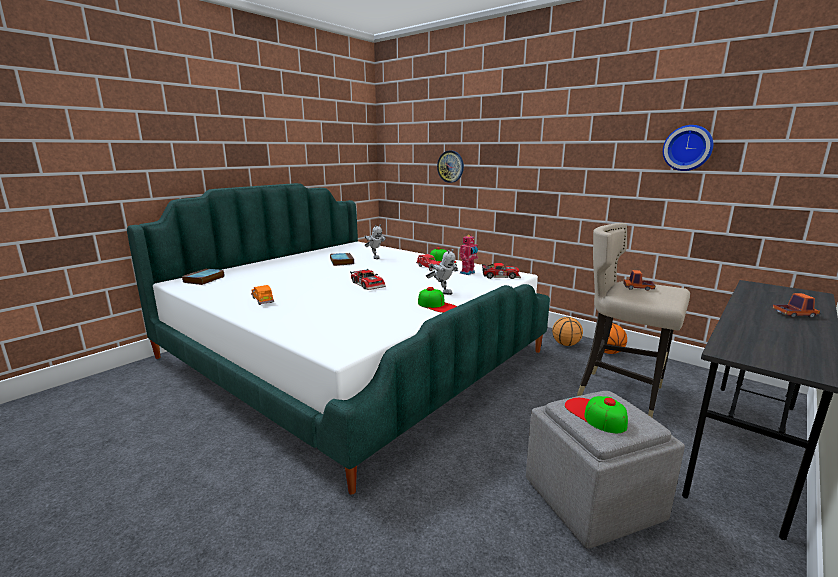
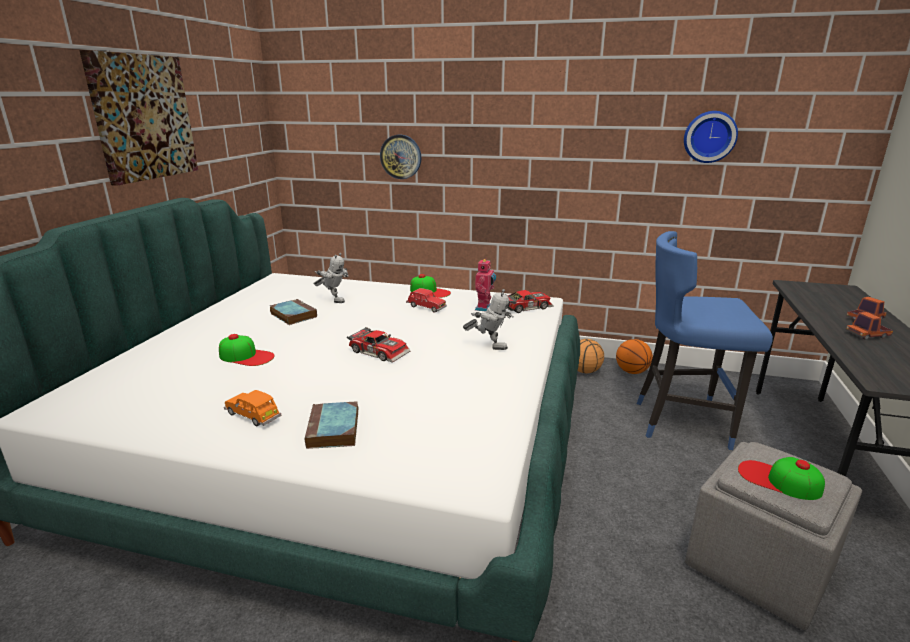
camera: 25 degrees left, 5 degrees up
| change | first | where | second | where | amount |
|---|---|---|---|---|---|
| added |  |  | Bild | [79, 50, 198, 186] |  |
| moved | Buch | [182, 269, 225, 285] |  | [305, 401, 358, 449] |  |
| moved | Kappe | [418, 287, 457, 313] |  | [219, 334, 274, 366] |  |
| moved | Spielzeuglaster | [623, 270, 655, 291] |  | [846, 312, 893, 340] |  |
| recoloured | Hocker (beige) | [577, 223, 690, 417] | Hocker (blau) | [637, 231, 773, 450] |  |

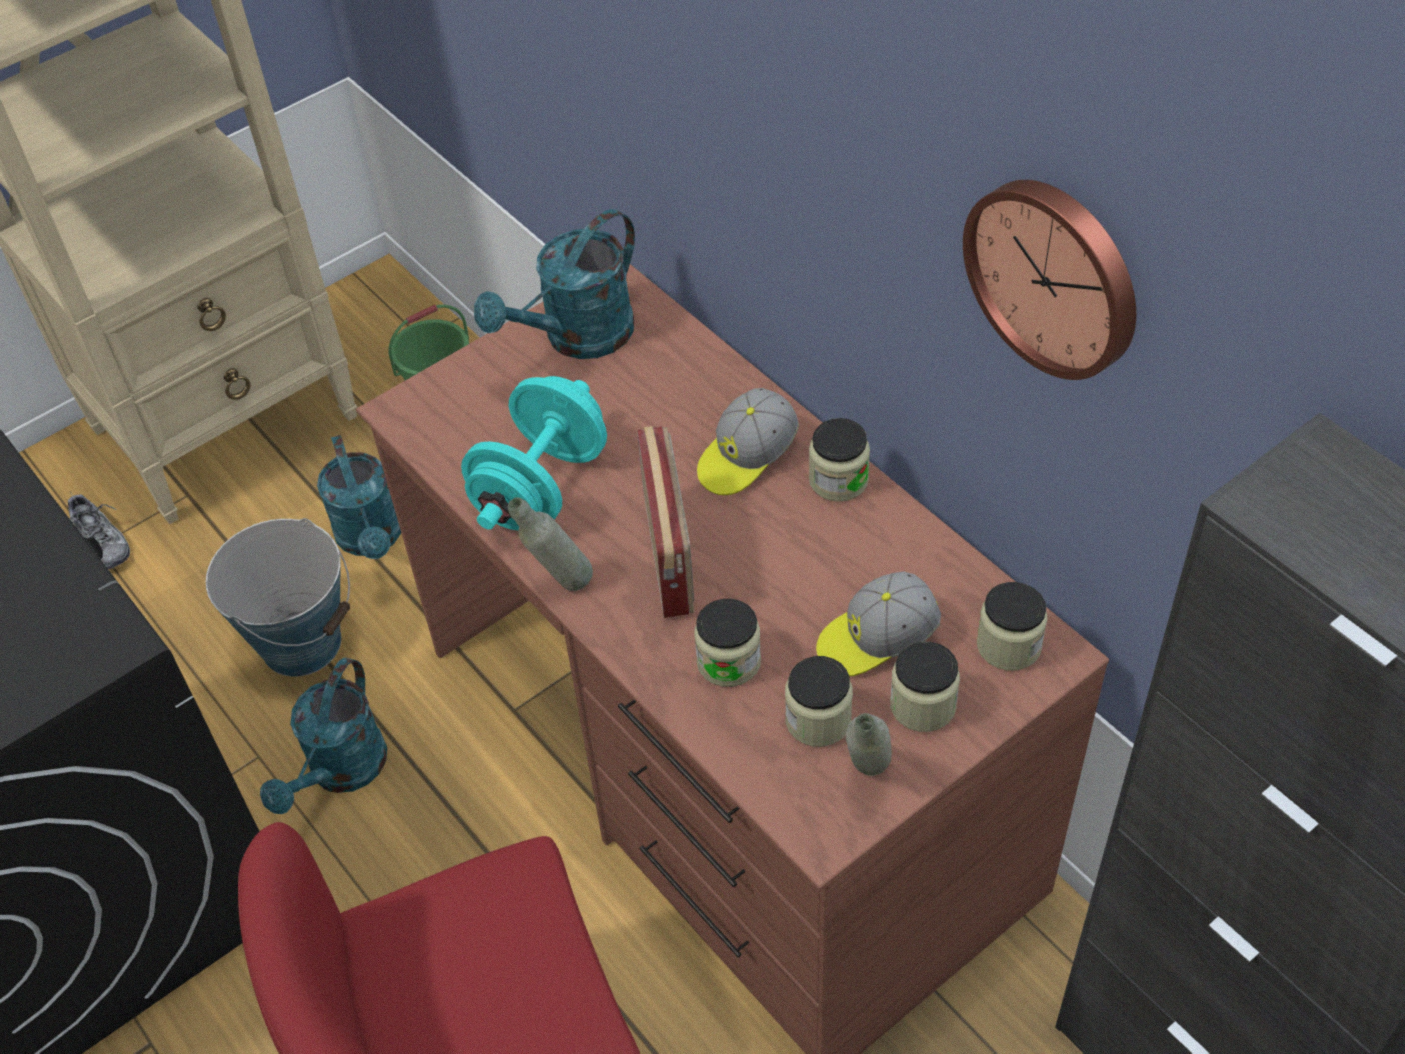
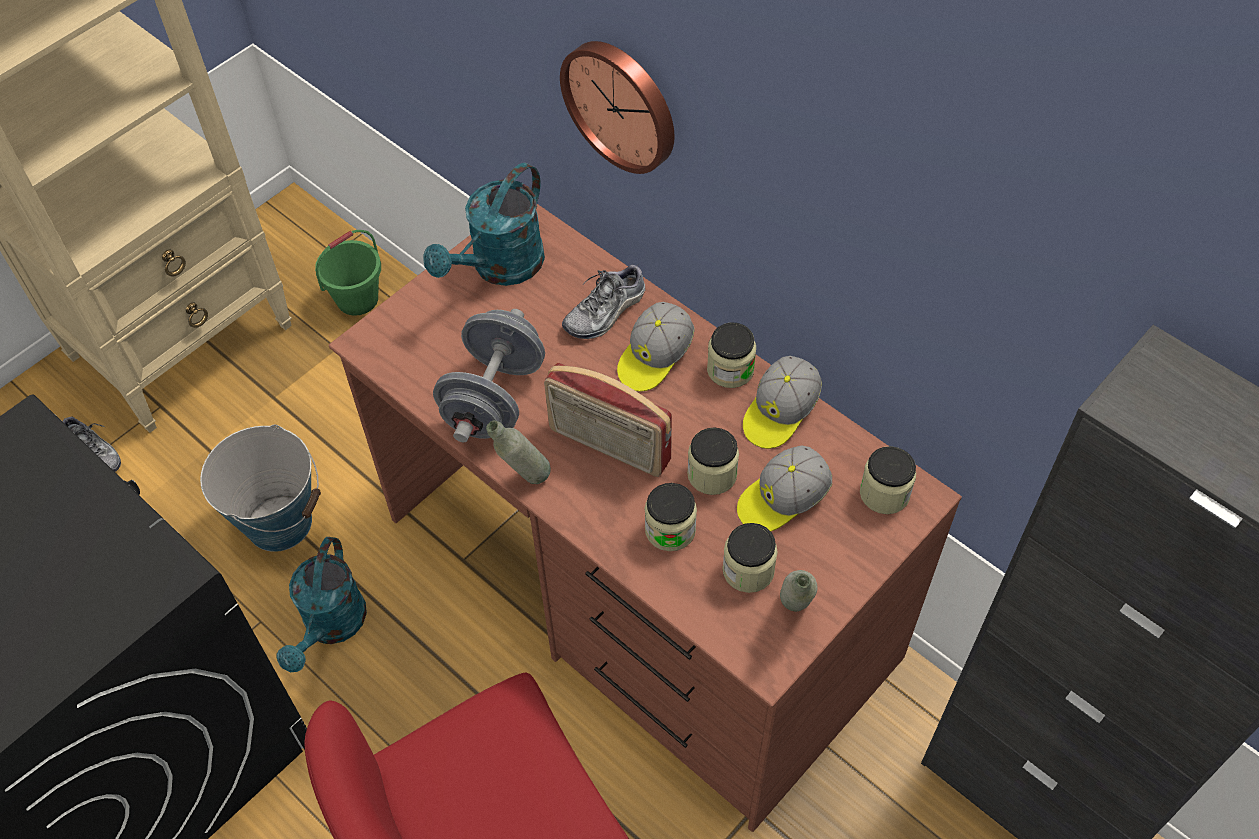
camera: 10 degrees left, 5 degrees up
| change | first | where | second | where | amount |
|---|---|---|---|---|---|
| removed | Gießkanne (türkis) | [317, 435, 401, 559] |  |  |  |
| added |  |  | Schuh | [562, 263, 645, 339] |  |
| added |  |  | Kappe | [743, 356, 822, 449] |  |
| moved | Vorratsglas | [890, 642, 960, 732] |  | [687, 427, 739, 495] |  |
| moved | Wanduhr | [963, 180, 1136, 380] |  | [560, 41, 674, 174] |  |
| recoloured | Hantel (türkis) | [461, 376, 607, 530] | Hantel (grau) | [433, 309, 545, 442] |  |
| turned | Radio | [637, 426, 694, 618] |  | [544, 363, 672, 477] | 135 degrees clockwise |

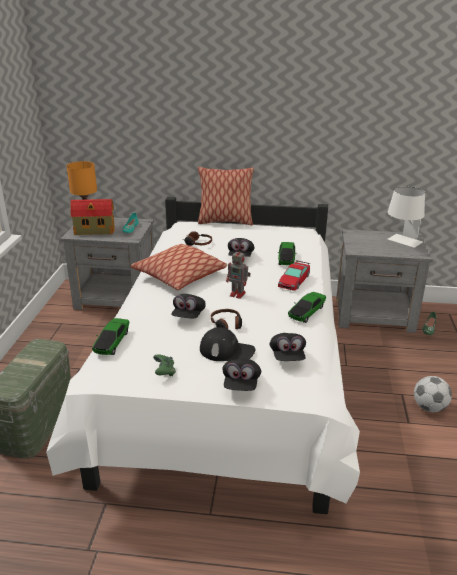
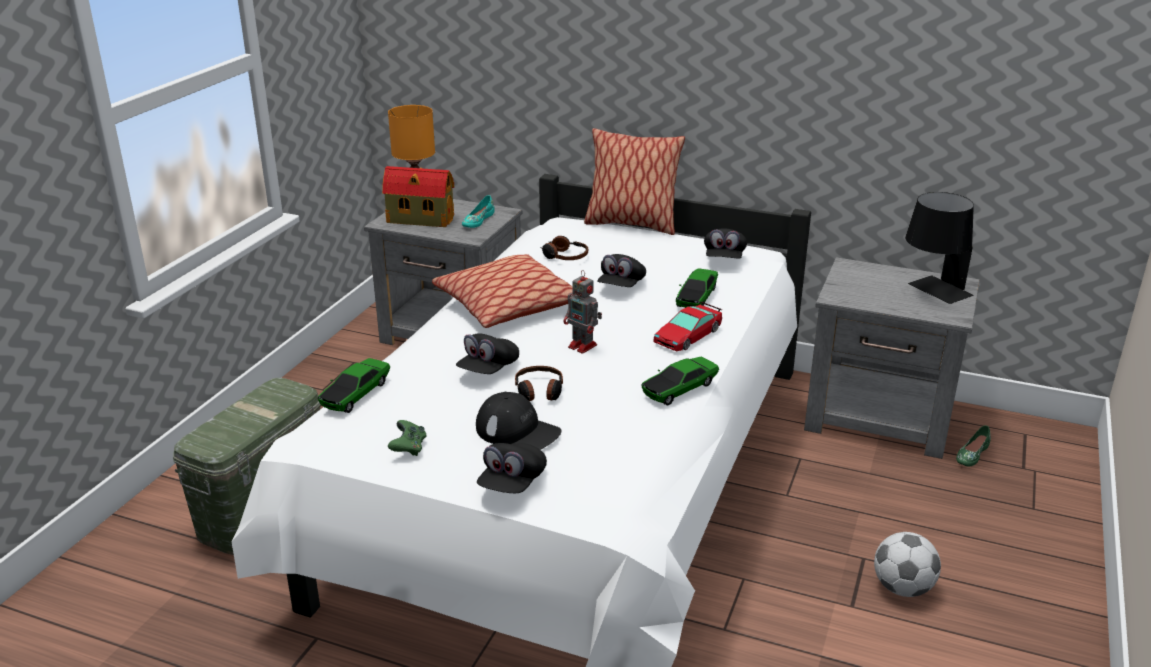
camera: 15 degrees right, 0 degrees up
| change | first | where | second | where | amount |
|---|---|---|---|---|---|
| moved | Kappe (schwarz) | [269, 333, 306, 361] |  | [704, 228, 747, 259] |  |
| recoloured | Tischlampe (weiß) | [388, 187, 425, 248] | Tischlampe (schwarz) | [905, 192, 974, 304] |  |

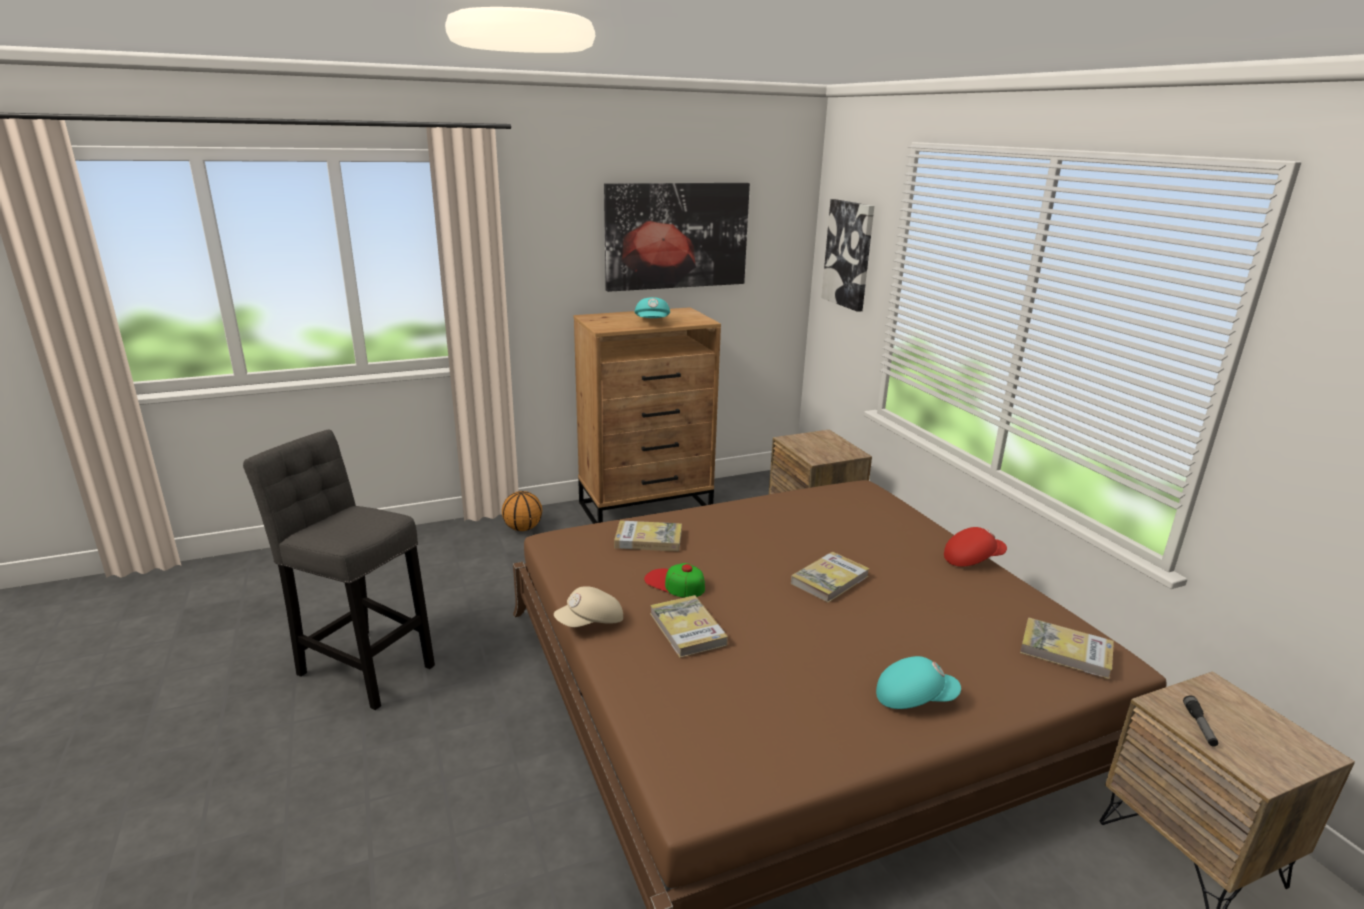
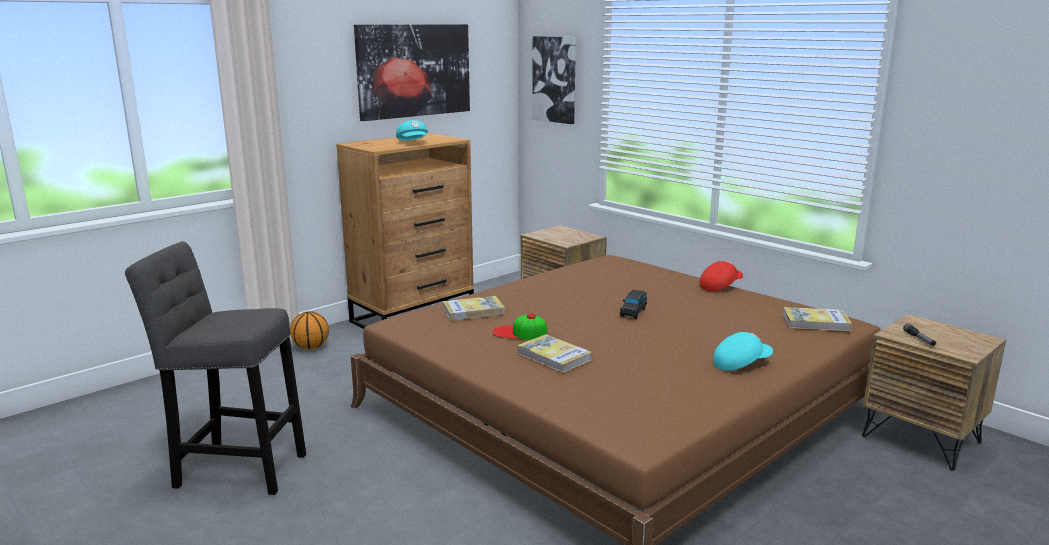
camera: 20 degrees left, 5 degrees down
| change | first | where | second | where | amount |
|---|---|---|---|---|---|
| removed | Kappe (beige) | [554, 586, 623, 627] |  |  |  |
| replaced | Buch | [791, 552, 870, 603] | Spielzeugauto (schwarz) | [620, 290, 647, 319] |  |

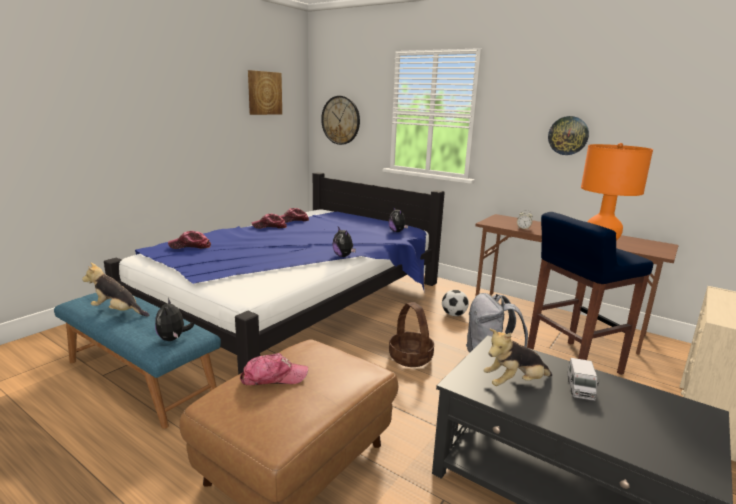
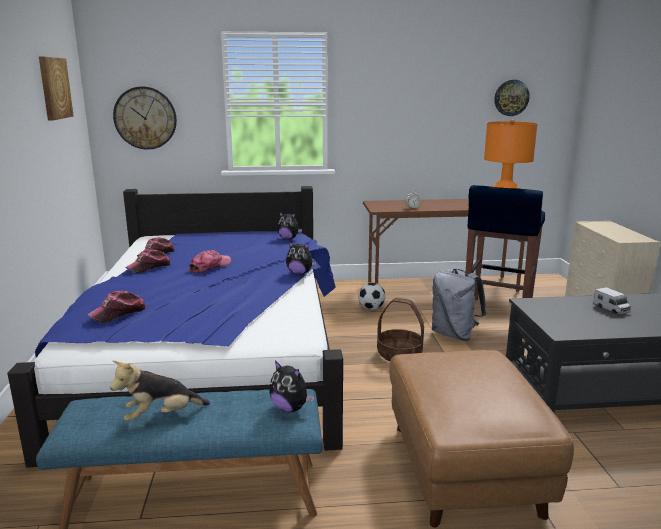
camera: 40 degrees left, 0 degrees up
| change | first | where | second | where | amount |
|---|---|---|---|---|---|
| removed | Plüschtier | [484, 329, 552, 386] |  |  |  |
| moved | Kappe | [240, 353, 308, 385] |  | [189, 250, 231, 273] |  |
| moved | Wanduhr | [548, 116, 589, 155] |  | [494, 80, 530, 116] |  |

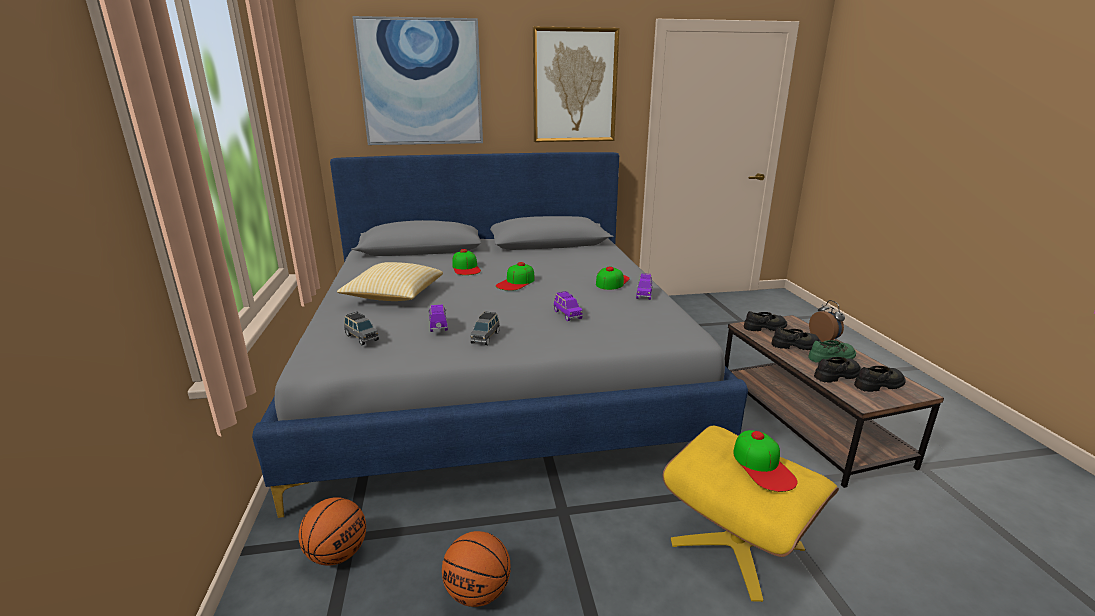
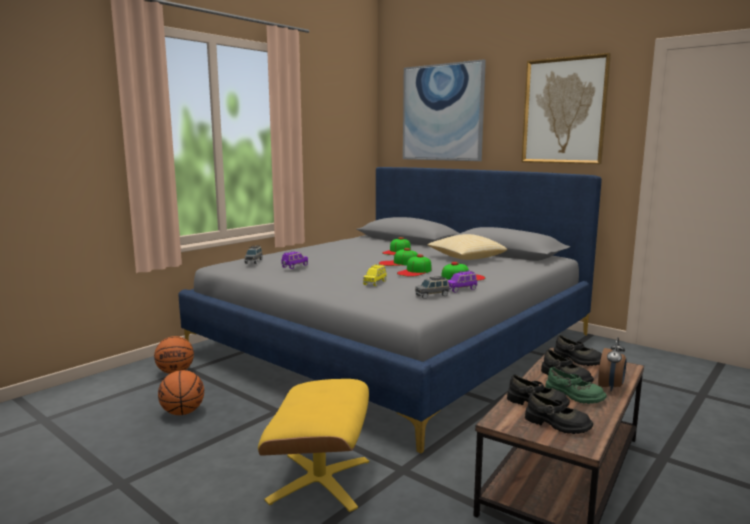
camera: 50 degrees right, 10 degrees down
| change | first | where | second | where | amount |
|---|---|---|---|---|---|
| moved | Kissen | [337, 262, 443, 301] |  | [427, 234, 507, 260] |  |
| moved | Spielzeugauto (grau) | [470, 311, 499, 345] |  | [415, 276, 449, 299] |  |
| moved | Kappe | [733, 430, 798, 492] |  | [397, 254, 431, 276] |  |
| recoloured | Spielzeugauto (lila) | [554, 291, 583, 321] | Spielzeugauto (gelb) | [363, 264, 387, 286] |  |

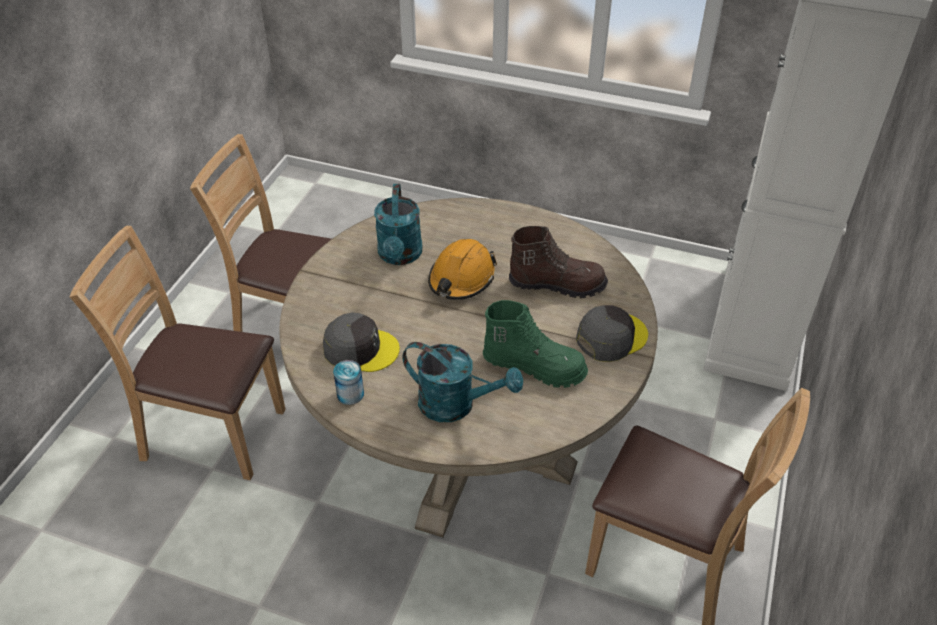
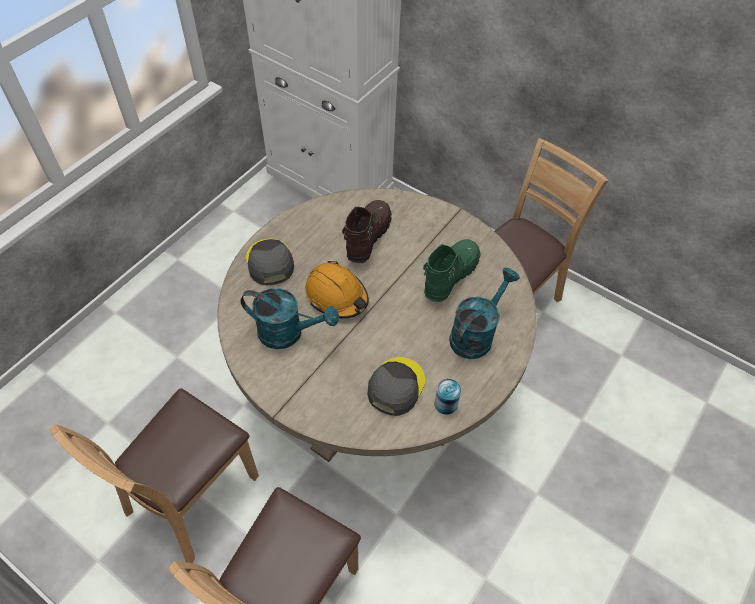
camera: 75 degrees left, 10 degrees up
| change | first | where | second | where | amount |
|---|---|---|---|---|---|
| moved | Kappe (grau) | [576, 305, 648, 362] |  | [246, 239, 294, 285] |  |

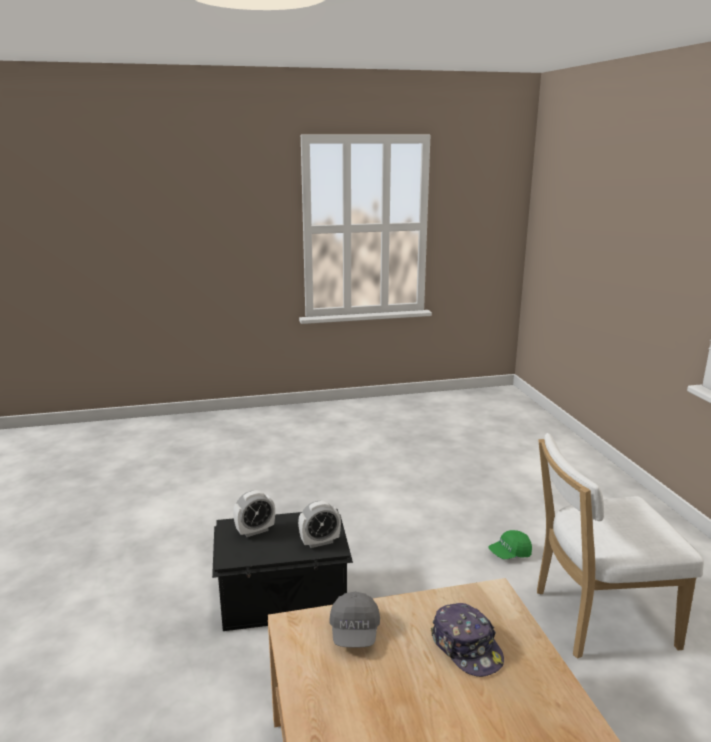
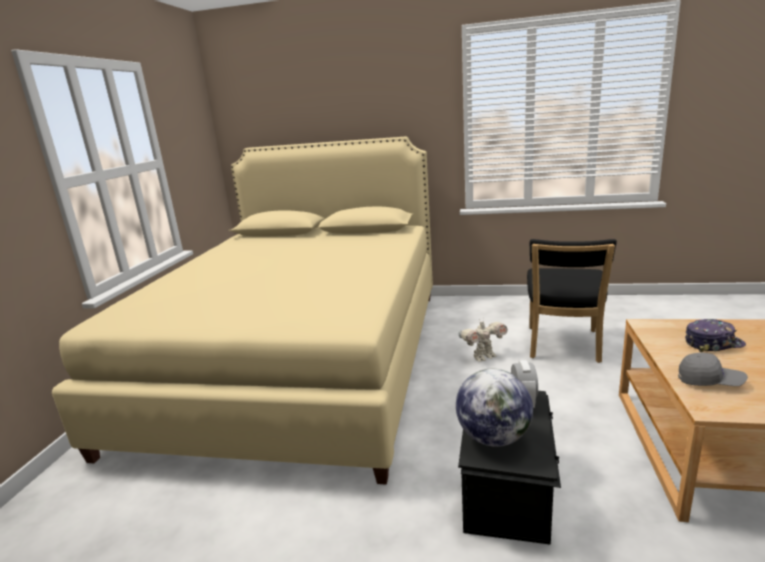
camera: 65 degrees left, 0 degrees up
| change | first | where | second | where | amount |
|---|---|---|---|---|---|
| added |  |  | Bett (beige) | [52, 137, 433, 485] |  |
| replaced | Wecker | [233, 490, 275, 537] | Globus | [456, 369, 533, 447] |  |
| replaced | Kappe (grün) | [488, 530, 532, 559] | Spielzeugroboter | [458, 319, 508, 362] |  |
| recoloured | Stuhl (weiß) | [537, 433, 704, 659] | Stuhl (schwarz) | [527, 239, 617, 363] |  |

